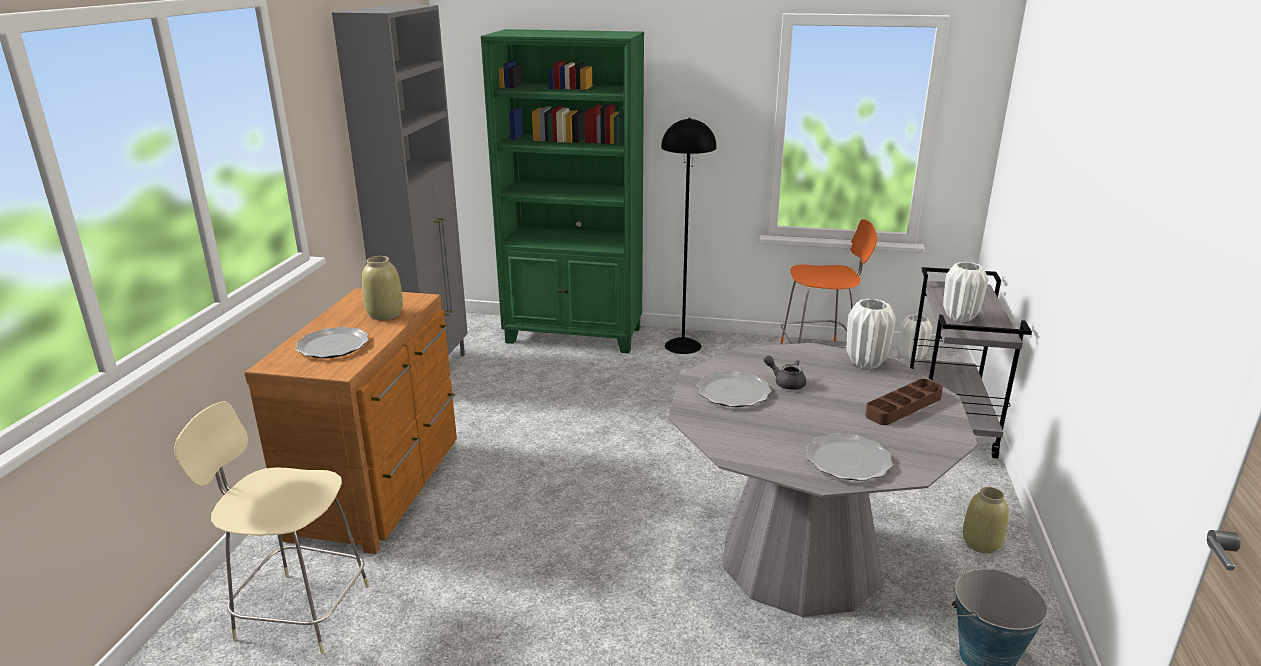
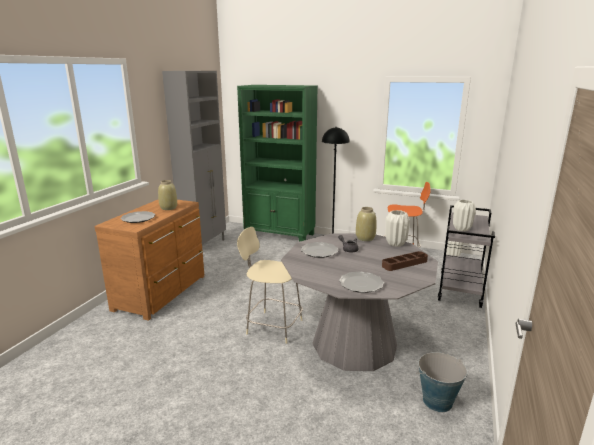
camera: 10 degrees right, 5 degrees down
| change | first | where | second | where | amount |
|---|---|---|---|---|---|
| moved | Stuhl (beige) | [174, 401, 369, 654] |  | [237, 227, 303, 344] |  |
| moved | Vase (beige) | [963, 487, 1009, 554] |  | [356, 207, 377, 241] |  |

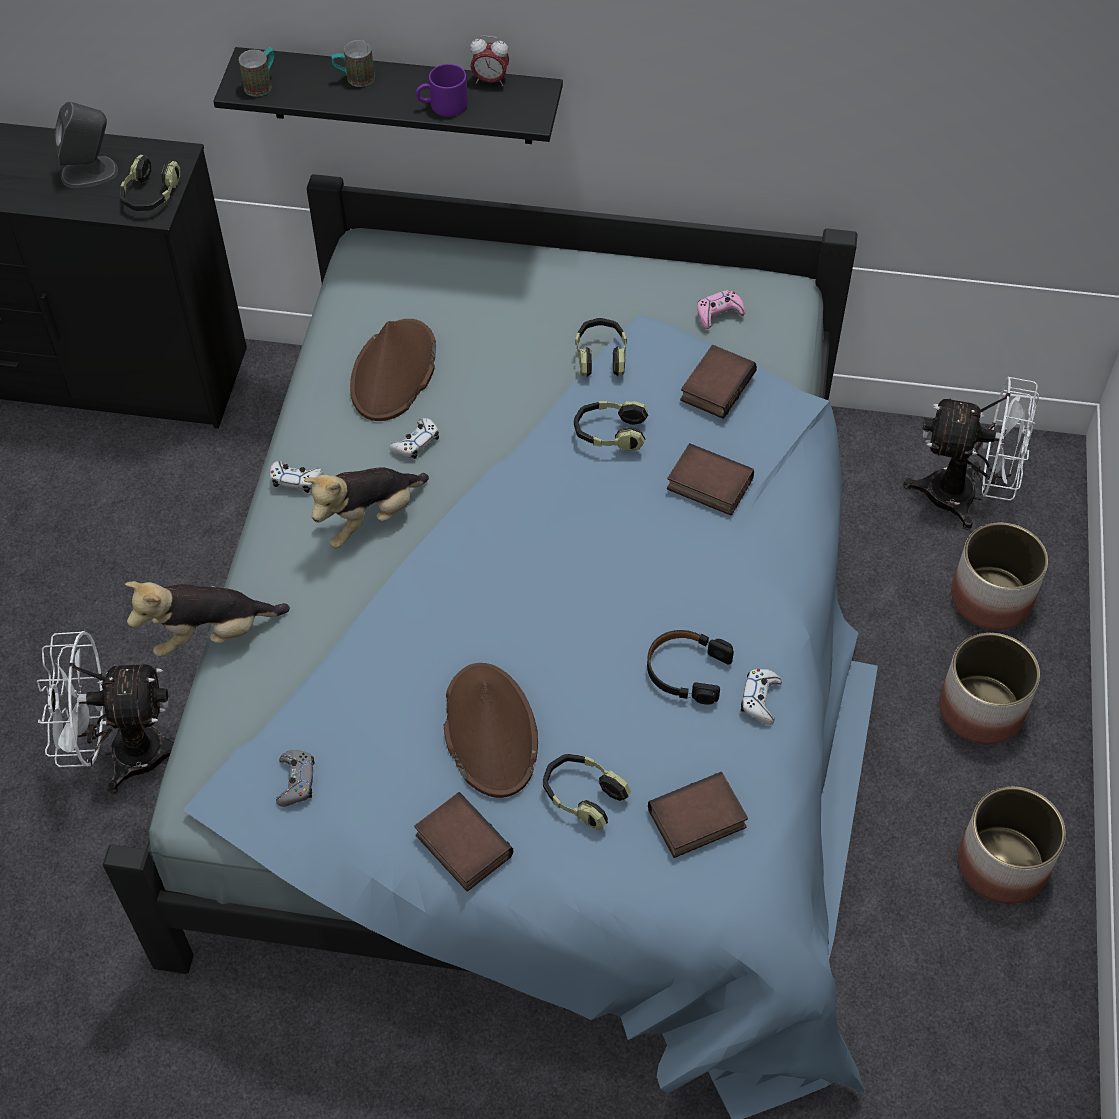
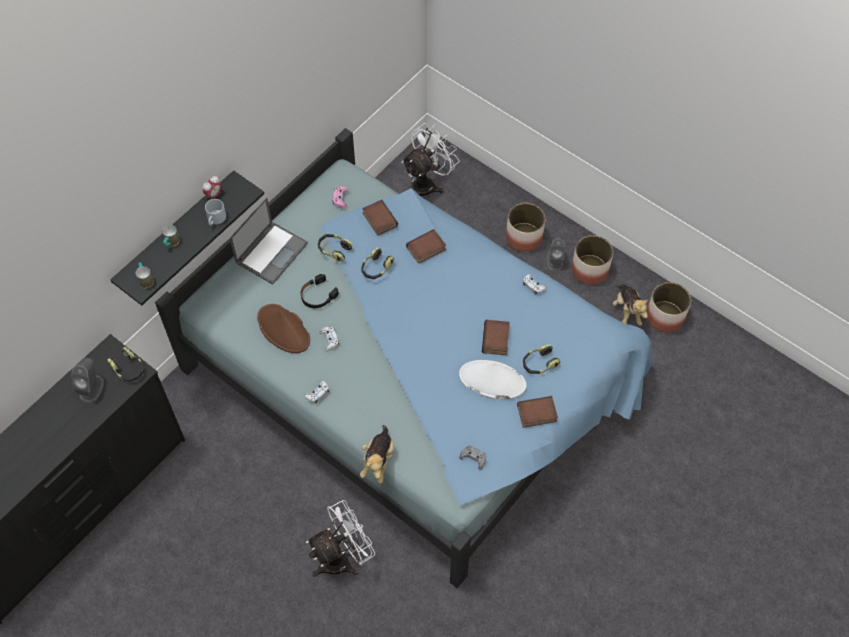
camera: 60 degrees left, 5 degrees up
| change | first | where | second | where | amount |
|---|---|---|---|---|---|
| added |  |  | Laptop | [230, 197, 308, 285] |  |
| added |  |  | Lautsprecher (grau) | [546, 234, 565, 271] |  |
| moved | Plüschtier | [304, 467, 429, 549] |  | [613, 283, 648, 326] |  |
| moved | Kopfhörer (schwarz) | [647, 630, 734, 705] |  | [301, 274, 339, 308] |  |
| moved | Buch | [648, 772, 748, 858] |  | [482, 320, 510, 355] |  |
| moved | Pflanzkübel | [951, 523, 1048, 630] |  | [646, 282, 691, 332] |  |
| recoloured | Henkelbecher (lila) | [416, 64, 468, 117] | Henkelbecher (grau) | [205, 199, 226, 226] |  |
| recoloured | Hut (braun) | [443, 663, 538, 798] | Hut (weiß) | [459, 360, 526, 399] |  |
| turned | Ventilator (weiß) | [37, 631, 174, 794] |  | [306, 500, 375, 577] | 150 degrees counterclockwise |

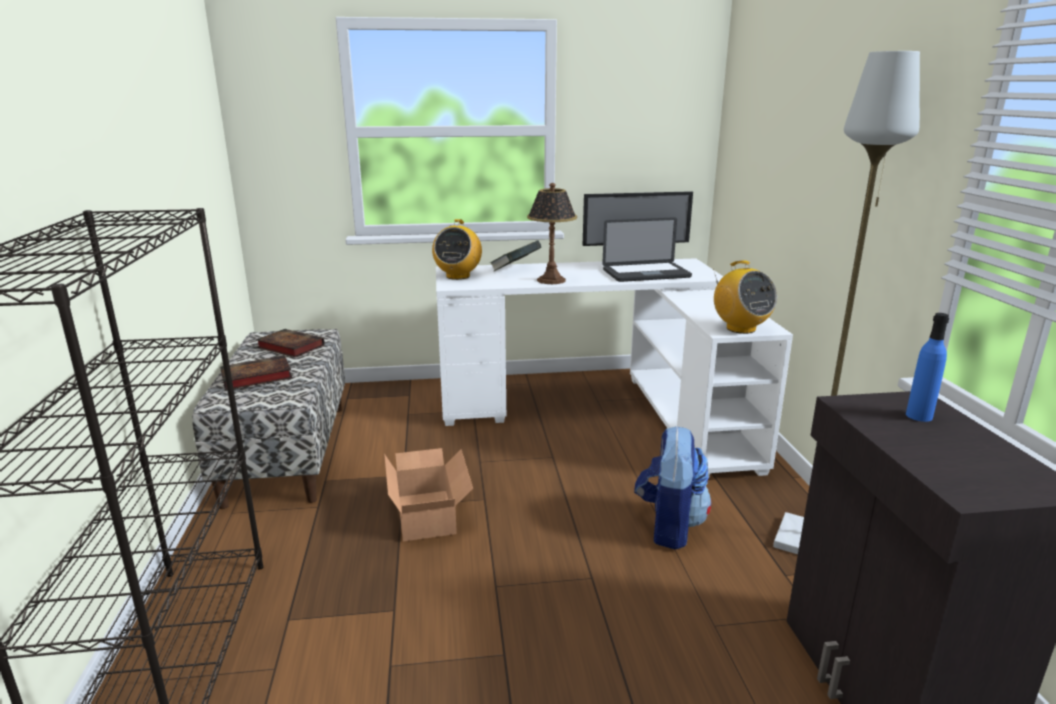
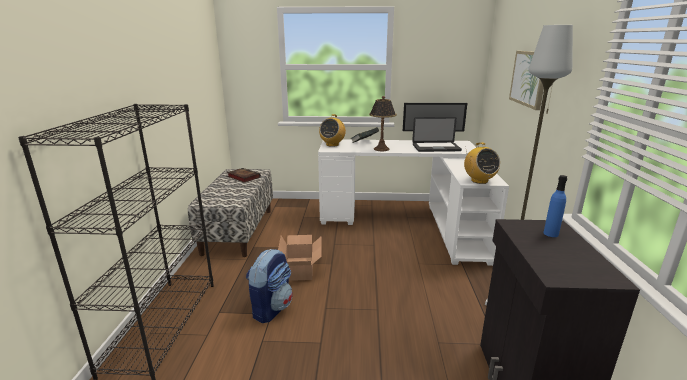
camera: 10 degrees right, 0 degrees up
| change | first | where | second | where | amount |
|---|---|---|---|---|---|
| removed | Buch | [220, 355, 292, 390] |  |  |  |
| added |  |  | Bild | [509, 51, 544, 110] |  |
| moved | Rucksack | [634, 426, 711, 550] |  | [246, 249, 293, 323] |  |

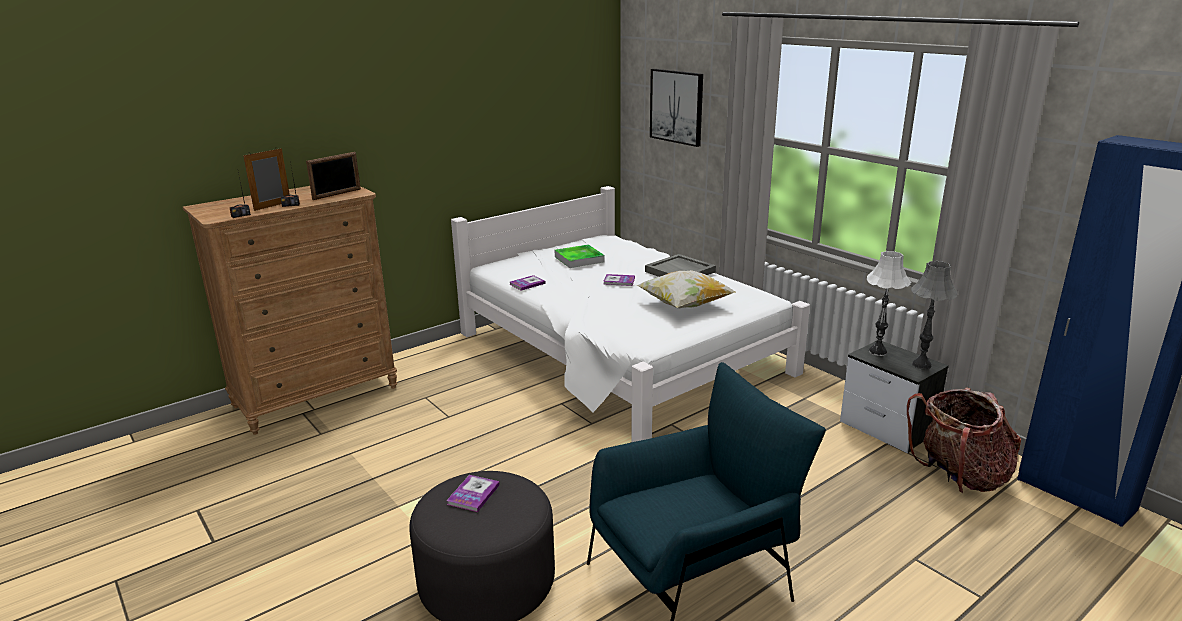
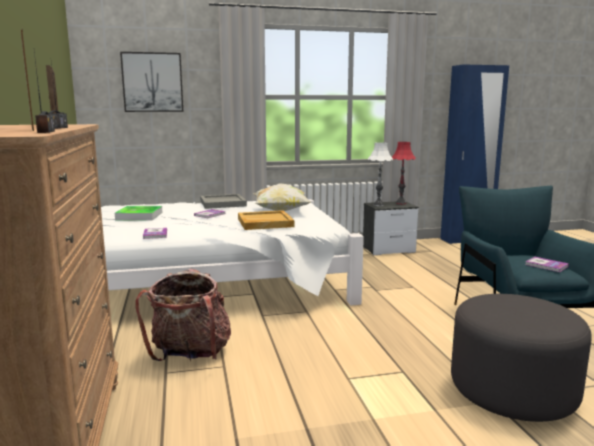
camera: 65 degrees left, 10 degrees down
| change | first | where | second | where | amount |
|---|---|---|---|---|---|
| added |  |  | Tablett (beige) | [238, 210, 294, 230] |  |
| moved | Buch | [446, 475, 500, 512] |  | [525, 257, 569, 272] |  |
| moved | Rucksack | [907, 387, 1021, 494] |  | [135, 269, 231, 361] |  |
| recoloured | Tischlampe (grau) | [911, 261, 957, 369] | Tischlampe (rot) | [392, 142, 416, 204] |  |

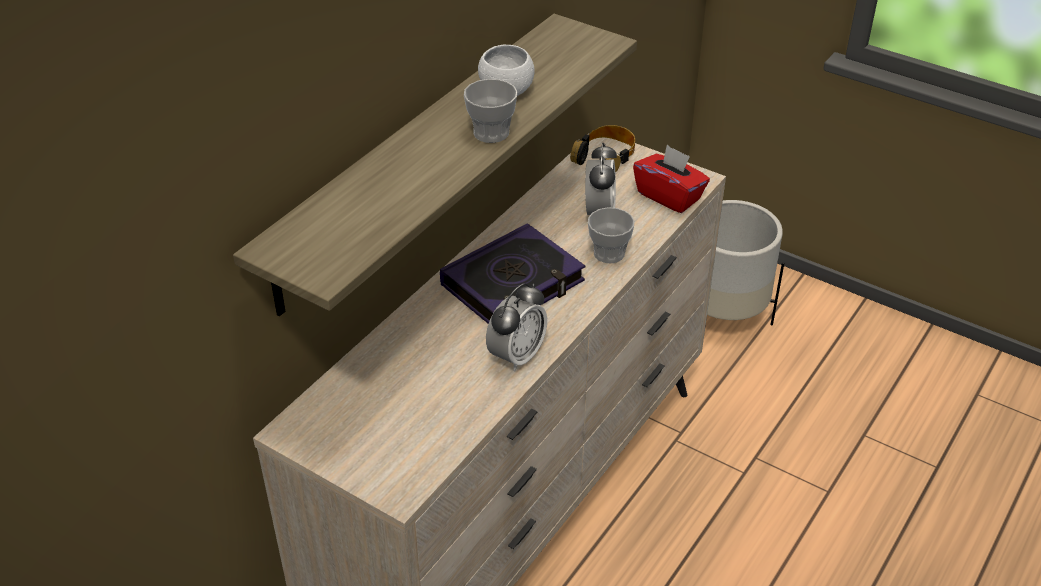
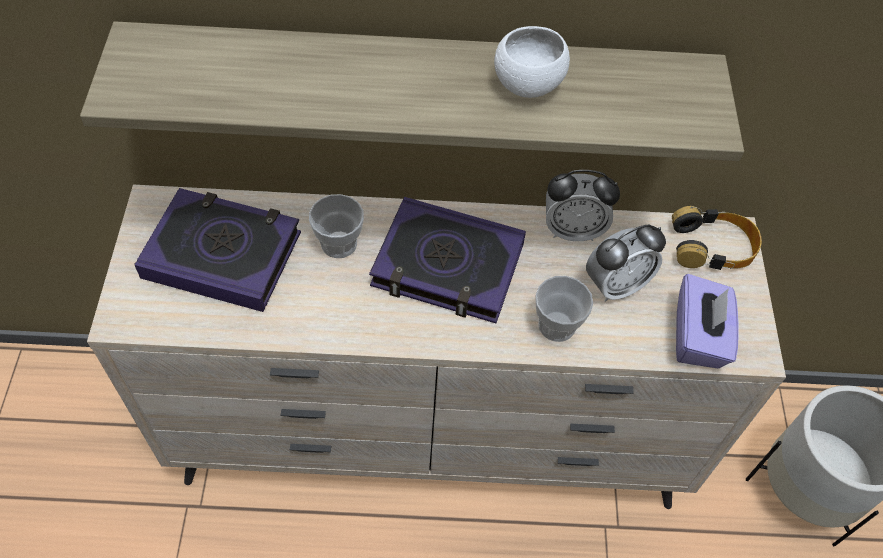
camera: 55 degrees right, 15 degrees up
| change | first | where | second | where | amount |
|---|---|---|---|---|---|
| added |  |  | Buch | [134, 188, 301, 312] |  |
| moved | Tasse | [464, 79, 518, 143] |  | [309, 194, 364, 258] |  |
| moved | Wecker | [486, 283, 547, 372] |  | [546, 170, 620, 241] |  |
| recoloured | Taschentuchbox (rot) | [633, 145, 710, 213] | Taschentuchbox (lila) | [676, 274, 739, 368] |  |

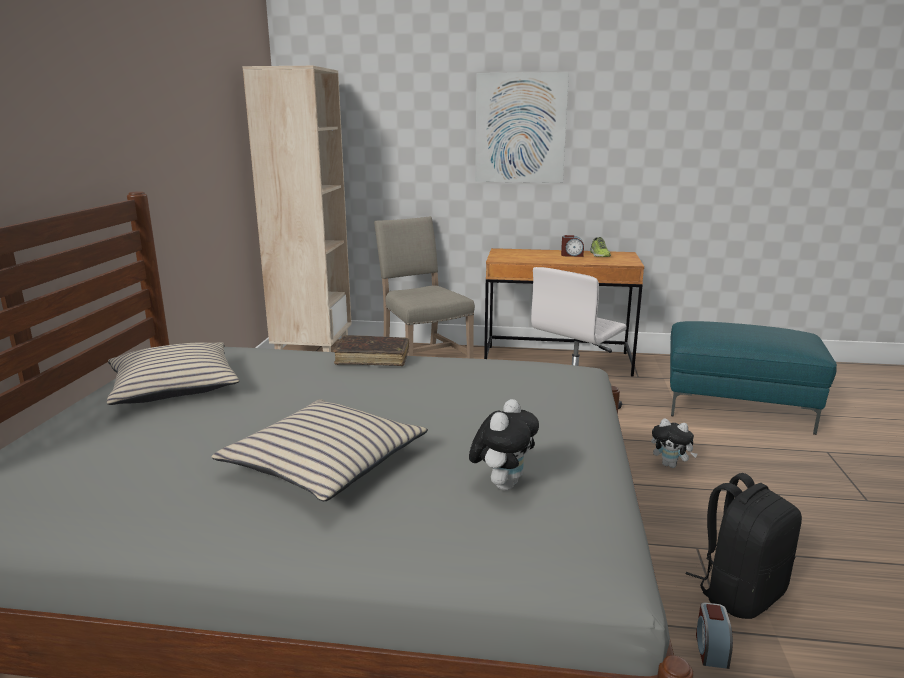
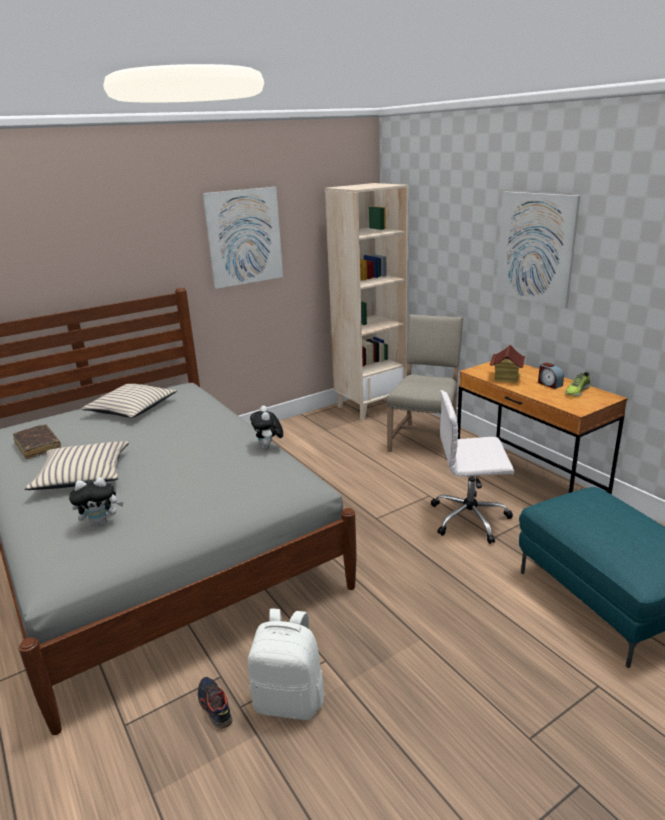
camera: 50 degrees right, 5 degrees up
| change | first | where | second | where | amount |
|---|---|---|---|---|---|
| added |  |  | Bild | [203, 187, 283, 289] |  |
| added |  |  | Spielzeughaus | [490, 345, 525, 383] |  |
| moved | Buch (braun) | [333, 335, 409, 366] |  | [13, 424, 61, 459] |  |
| moved | Plüschtier | [651, 418, 698, 468] |  | [250, 405, 283, 449] |  |
| replaced | Wecker | [696, 603, 733, 669] | Schuh | [198, 677, 232, 729] |  |
| recoloured | Rucksack (schwarz) | [686, 473, 802, 619] | Rucksack (weiß) | [248, 608, 324, 720] |  |

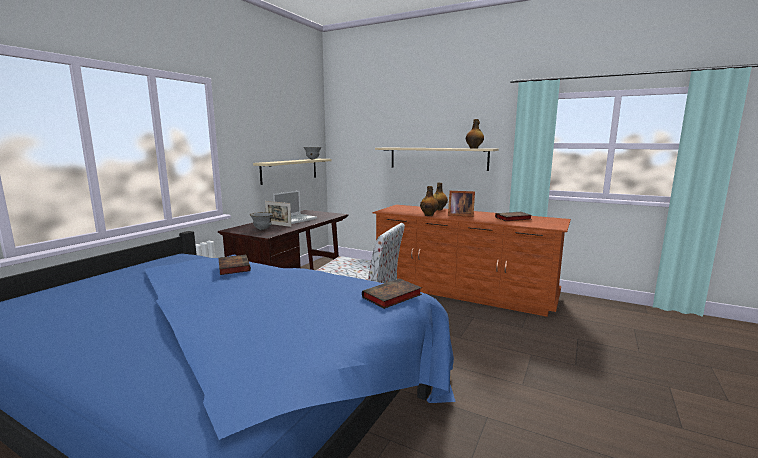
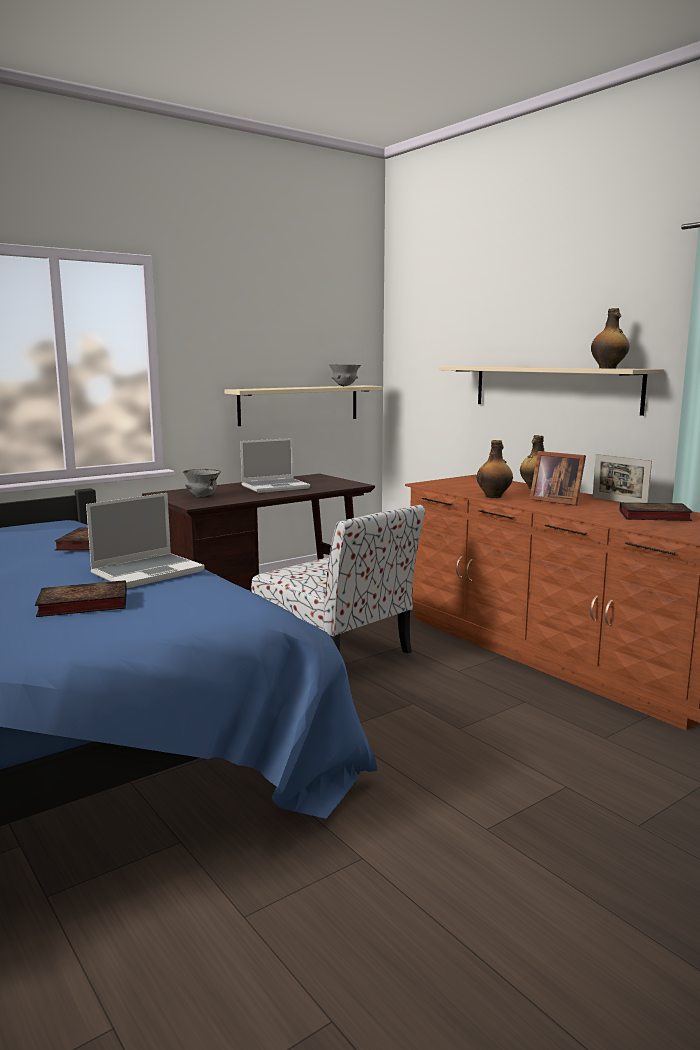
camera: 25 degrees right, 0 degrees up
| change | first | where | second | where | amount |
|---|---|---|---|---|---|
| added |  |  | Laptop | [86, 493, 205, 588] |  |
| moved | Bilderrahmen | [265, 201, 292, 227] |  | [593, 454, 652, 503] |  |
| moved | Buch | [362, 279, 422, 309] |  | [35, 580, 127, 617] |  |

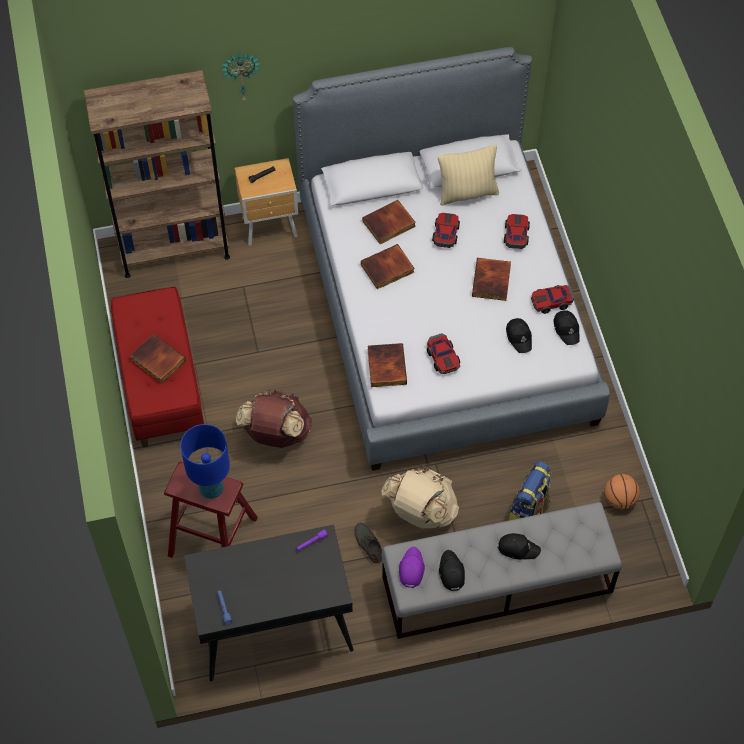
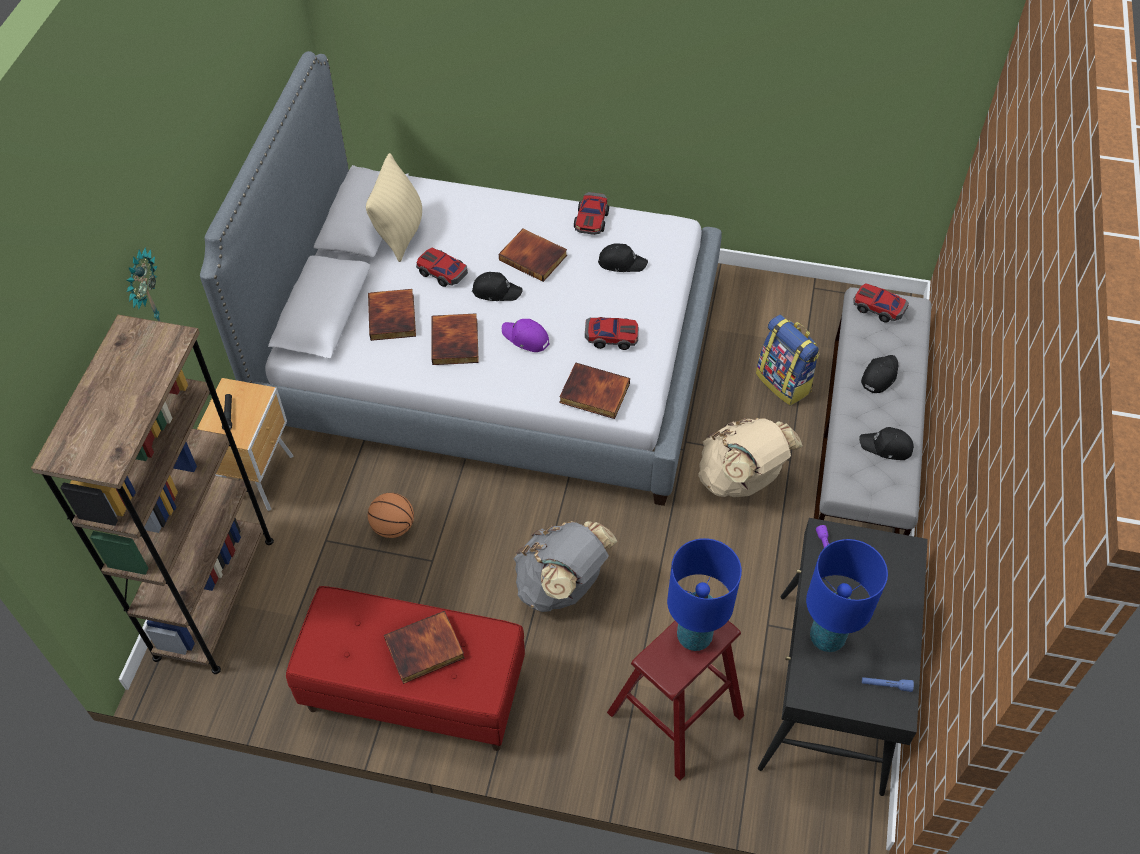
camera: 65 degrees left, 5 degrees down
| change | first | where | second | where | amount |
|---|---|---|---|---|---|
| removed | Schuh (grau) | [355, 522, 382, 563] |  |  |  |
| added |  |  | Tischlampe (blau) | [806, 539, 888, 652] |  |
| moved | Kappe (lila) | [399, 547, 425, 588] |  | [502, 319, 550, 352] |  |
| moved | Spielzeugauto | [504, 214, 530, 249] |  | [853, 283, 909, 322] |  |
| moved | Kappe (schwarz) | [553, 310, 579, 345] |  | [472, 272, 523, 301] |  |
| moved | Basketball | [604, 474, 640, 509] |  | [368, 493, 414, 538] |  |
| recoloured | Rucksack (braun) | [236, 389, 312, 448] | Rucksack (grau) | [513, 521, 617, 612] |  |

